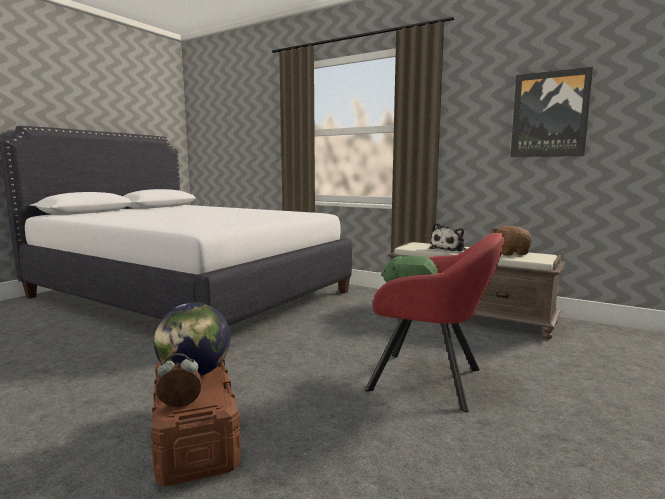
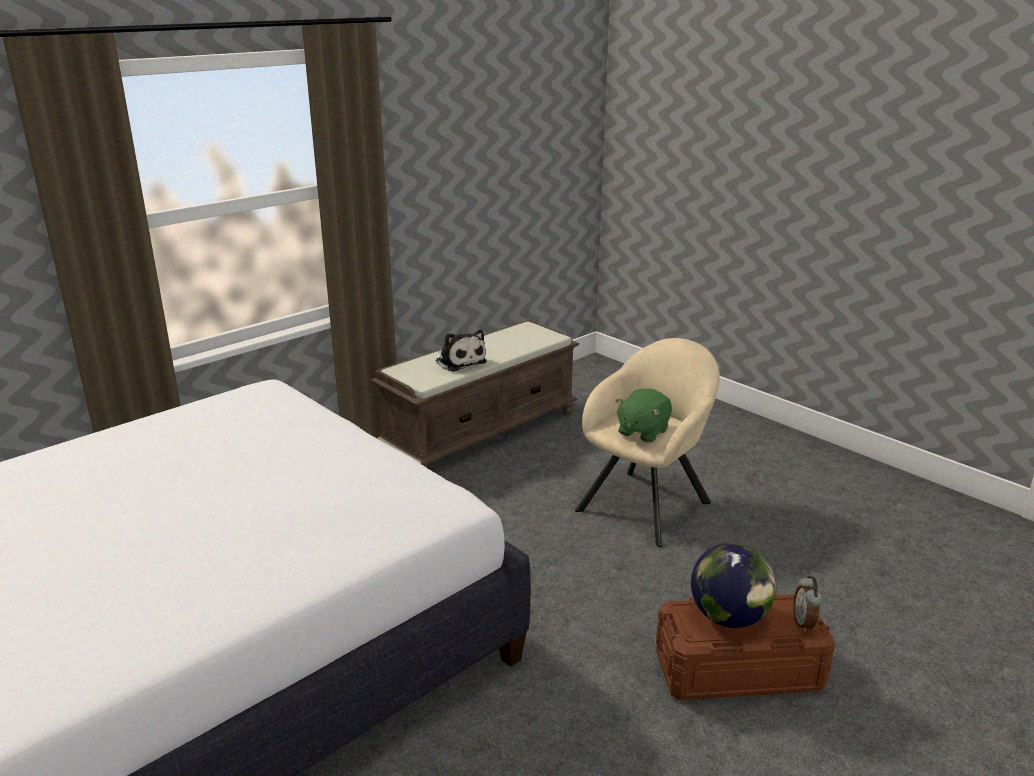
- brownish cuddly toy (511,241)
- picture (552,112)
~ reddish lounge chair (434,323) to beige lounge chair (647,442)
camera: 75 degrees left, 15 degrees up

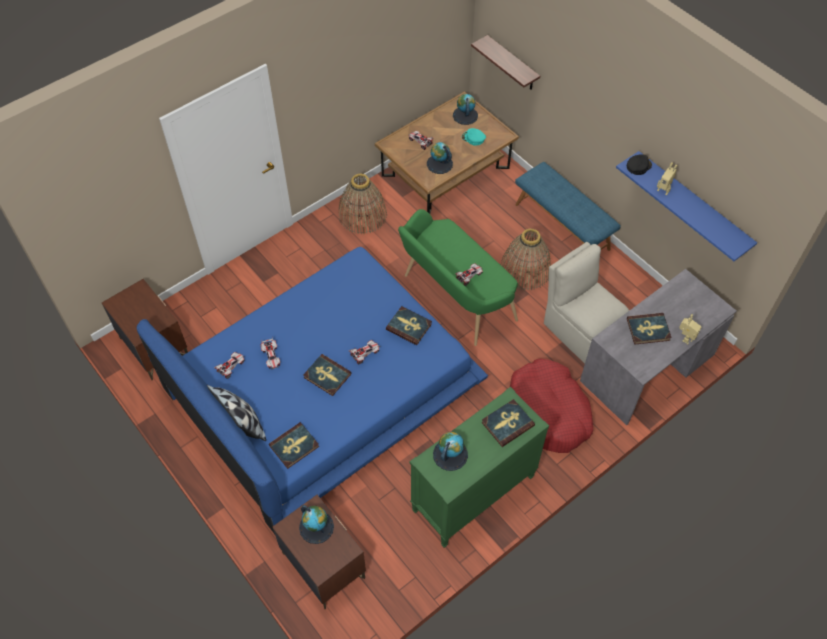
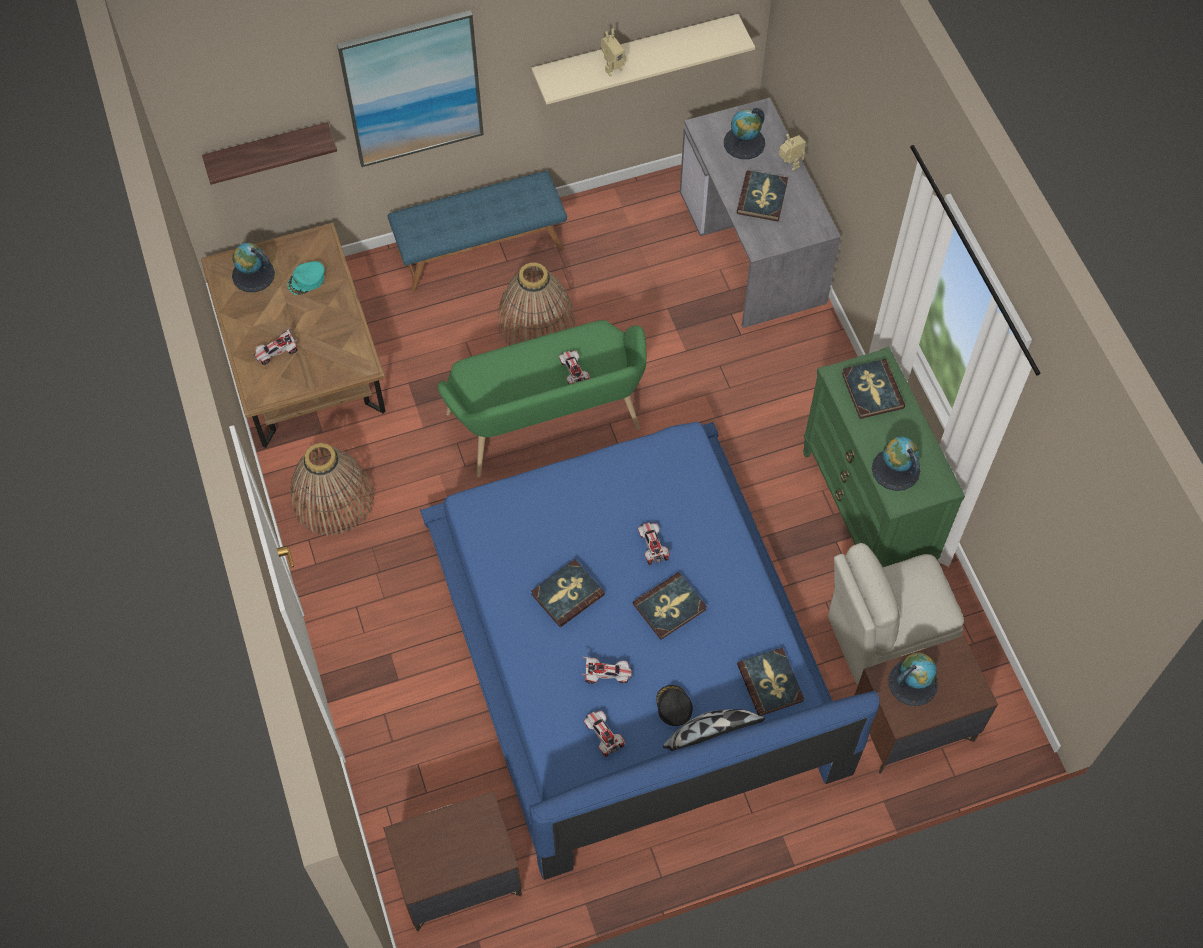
- reddish dog cushion (551,405)
+ picture (410,88)
~ book (409,325) to (568,593)
~ desk globe (440,158) to (744,133)
~ beige upright chair (586,302) to (896,613)
~ blackish baseball cap (639,165) to (674,705)
~ blue-coloured bracket shelf (686,206) to beige bracket shelf (643,59)
camera: 70 degrees left, 5 degrees up

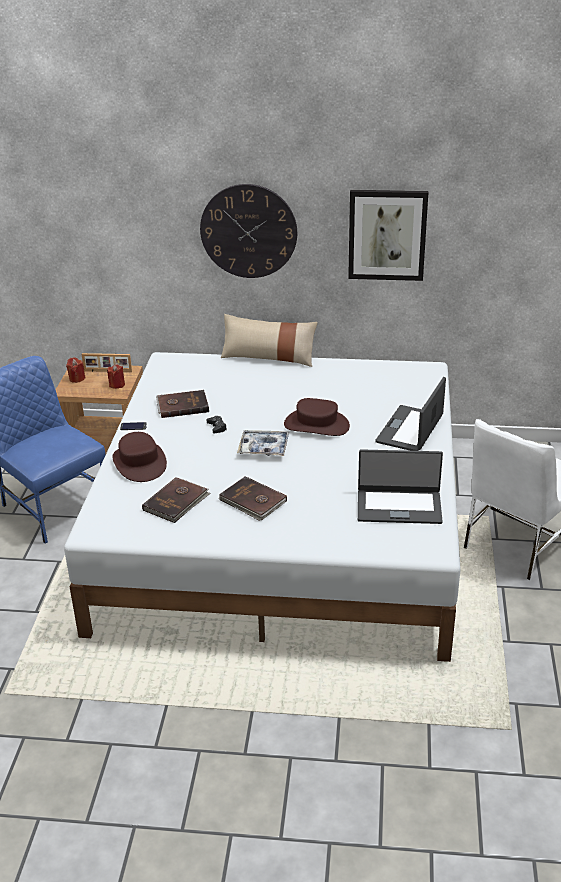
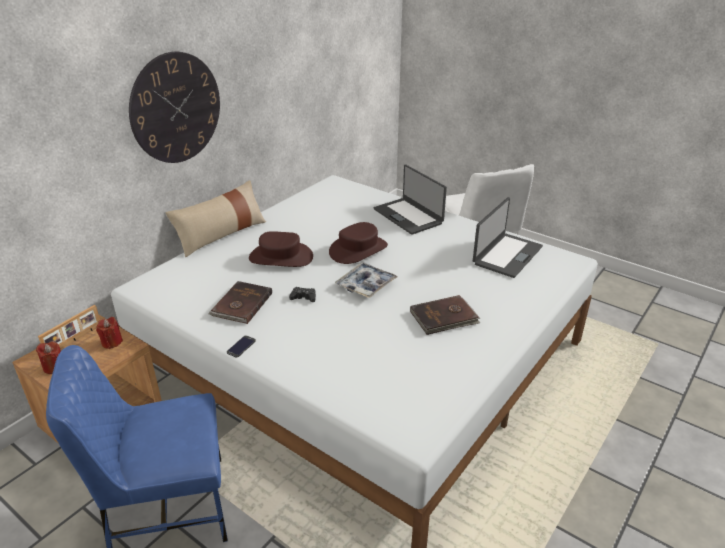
- brownish book (176,500)
- picture (388,235)
~ brownish wearable hat (139,457) to (281,249)
camera: 60 degrees left, 0 degrees up

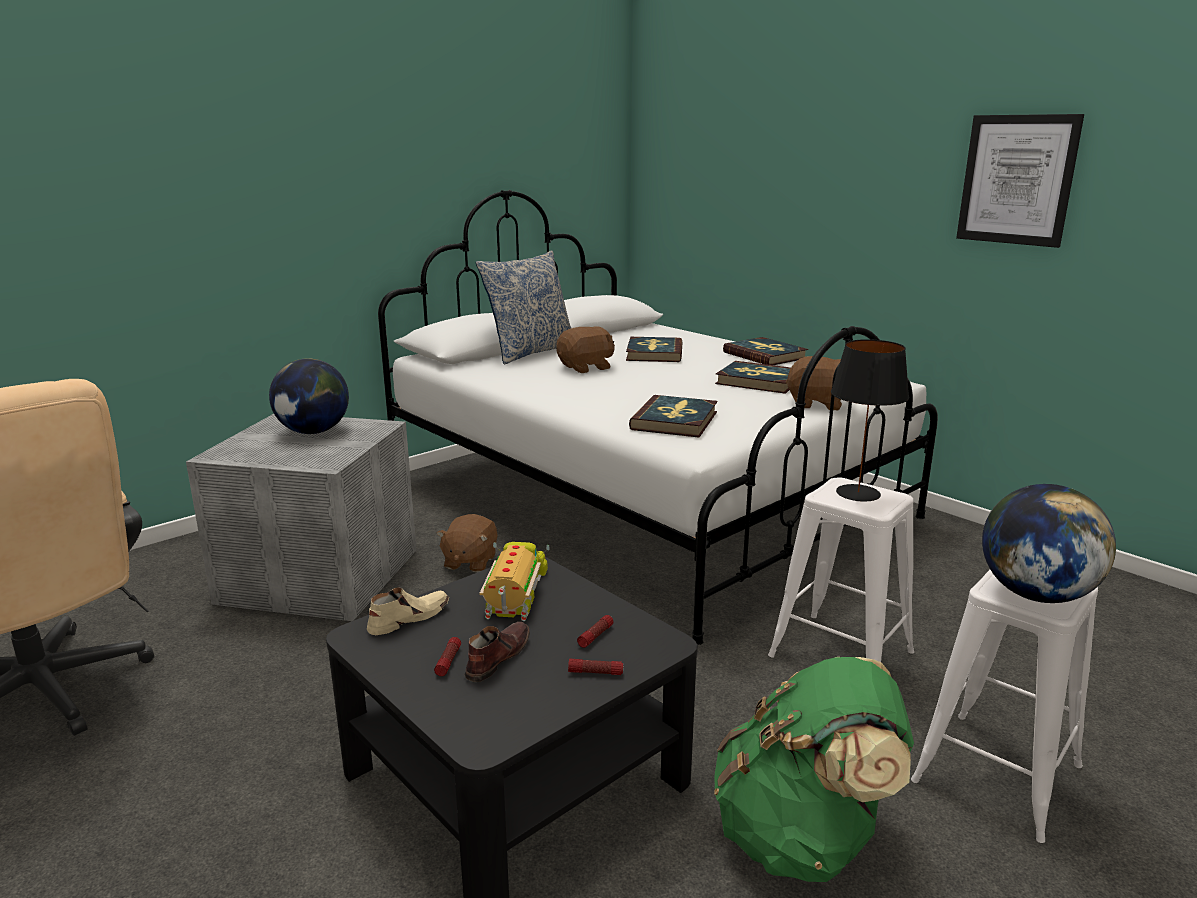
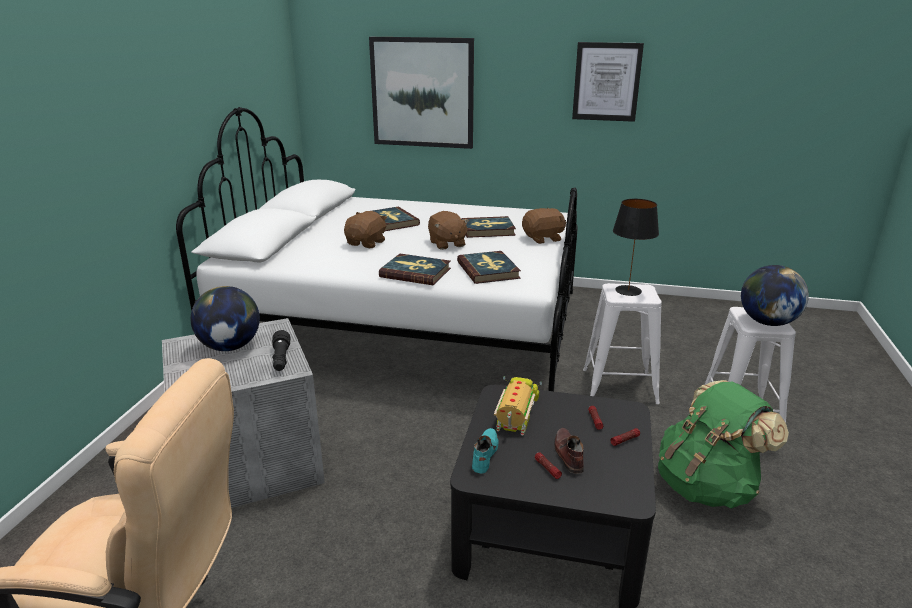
- pillow (523,307)
+ blackish torch (281,350)
+ picture (421,93)
~ brownish cuddly toy (467,543) to (448,230)
~ book (765,351) to (415,269)
~ beige low shoe (408,611) to turquoise-coloured low shoe (485,451)
~ model truck (514,581) = (518,405) 45 degrees clockwise
camera: 35 degrees left, 5 degrees up

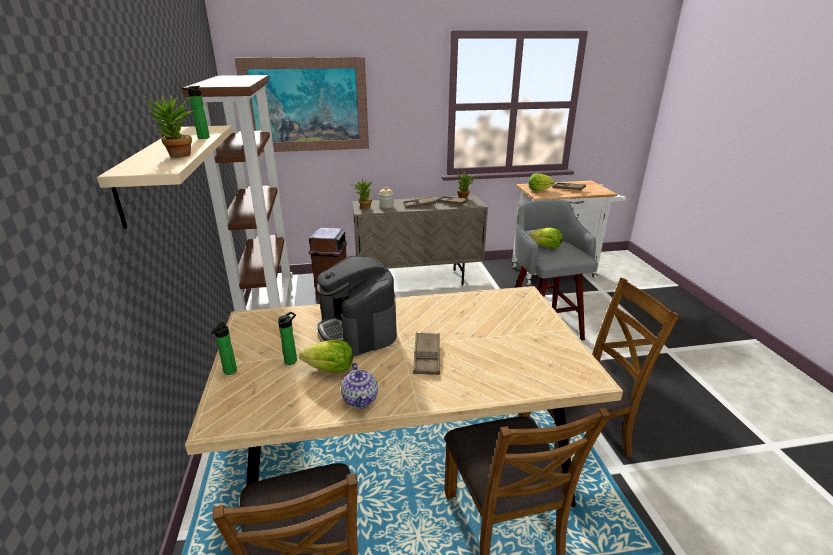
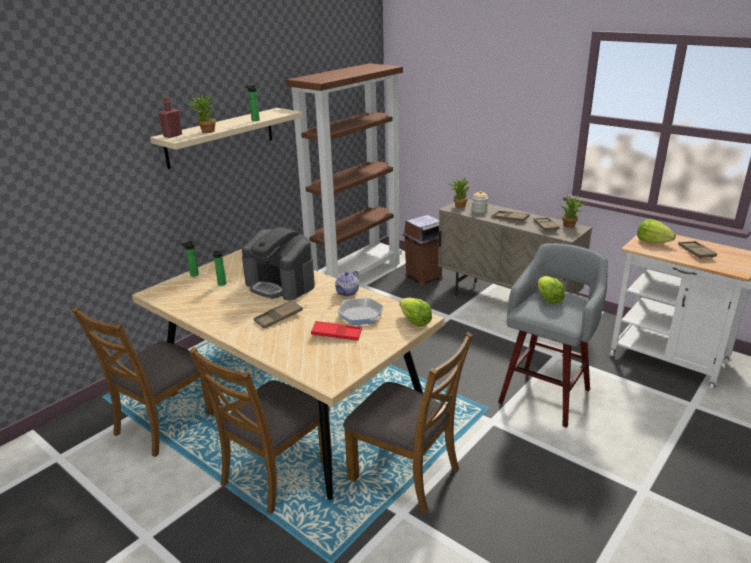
- picture (301,104)
+ reddish bottle (170,117)
+ reddish tray (336,331)
+ skillet (360,311)
~ lettuce (326,356) to (415,312)
~ teapot (359,386) to (346,283)
~ coffee maker (357,306) = (278,263) 75 degrees counterclockwise
camera: 50 degrees right, 0 degrees up

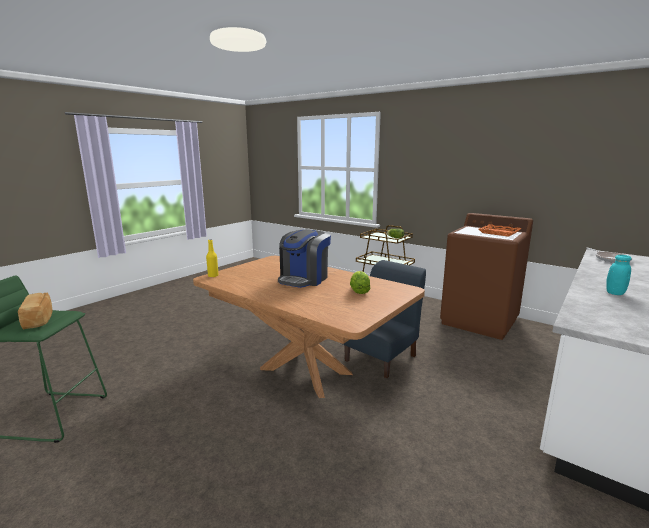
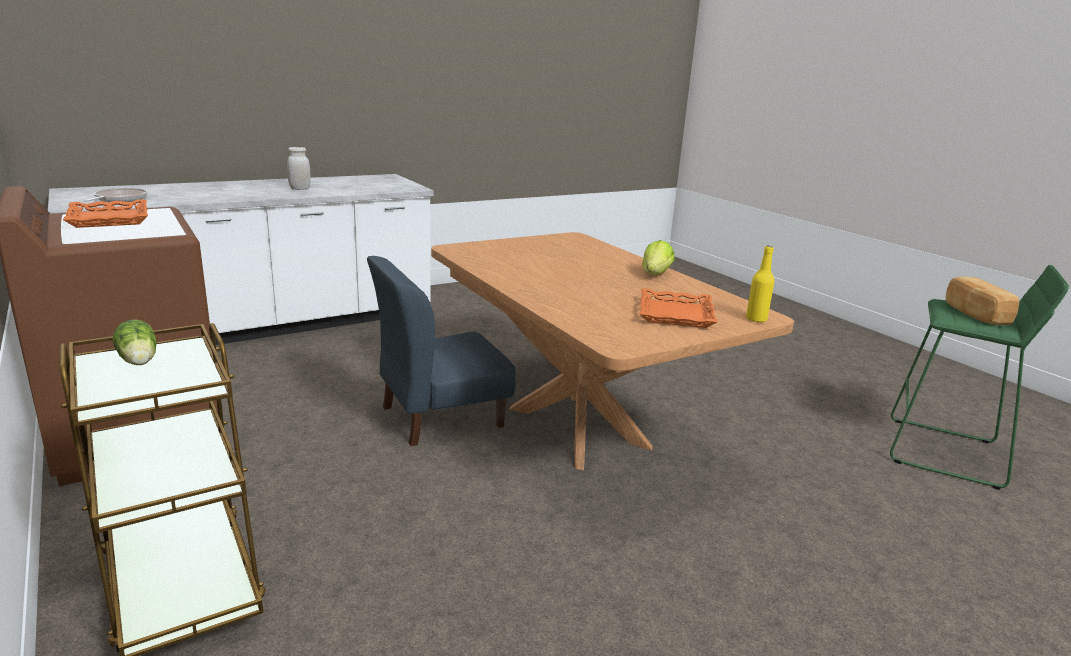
- coffee maker (304,258)
+ orangey tray (679,308)
~ lettuce (360,282) to (658,257)
~ turquoise-coloured preserve jar (619,275) to whitish preserve jar (299,168)
camera: 160 degrees left, 5 degrees up

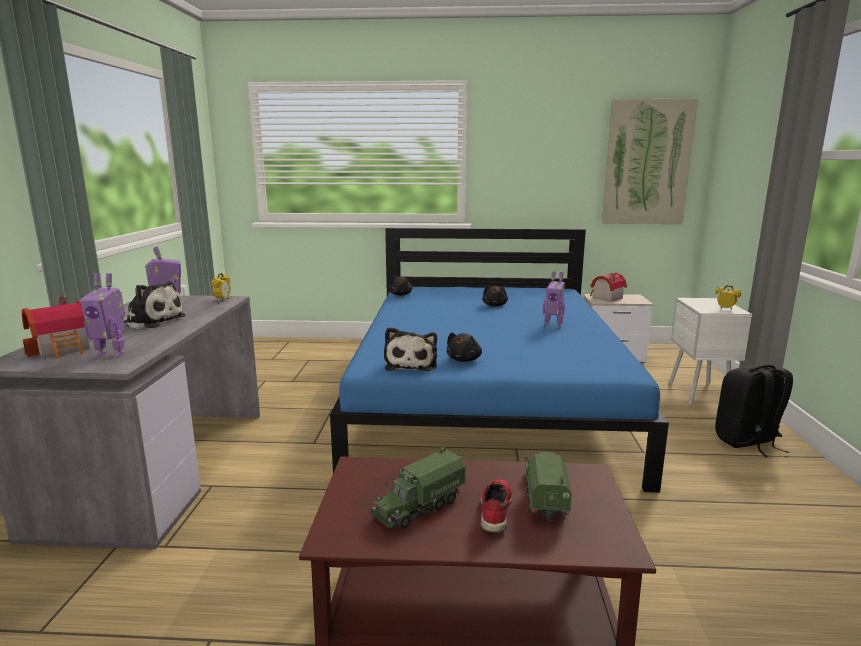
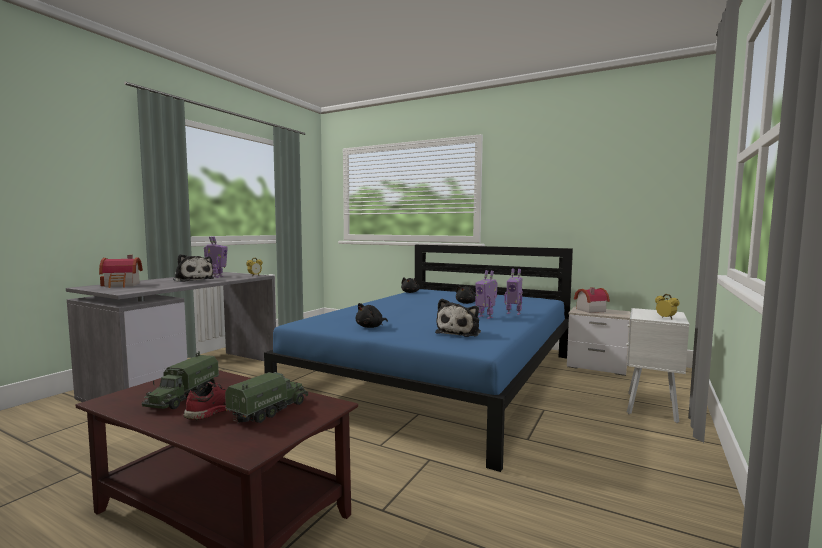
- picture (650,161)
- blackish backpack (754,410)
~ model robot (103,315) to (513,291)
~ cuddly toy (410,349) to (458,318)
~ model truck (418,487) = (180,380) 60 degrees counterclockwise
camera: 25 degrees right, 10 degrees down

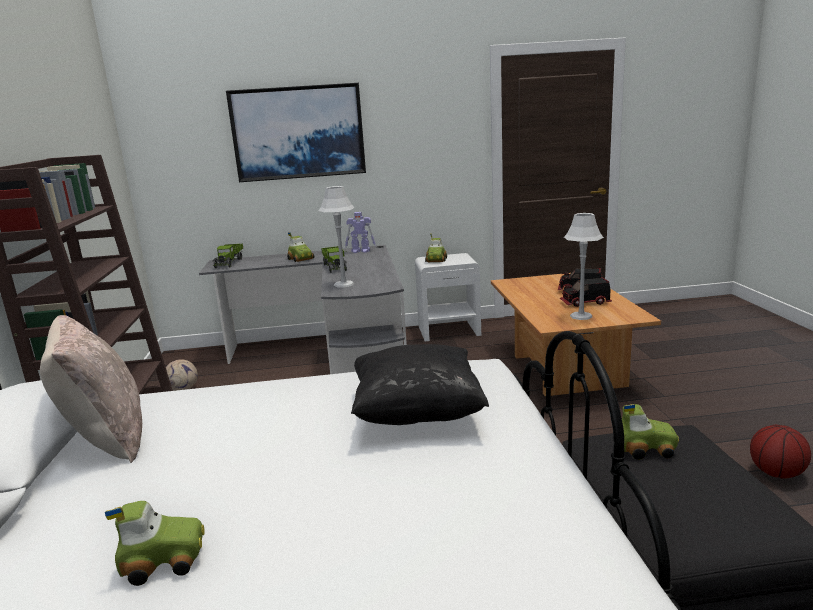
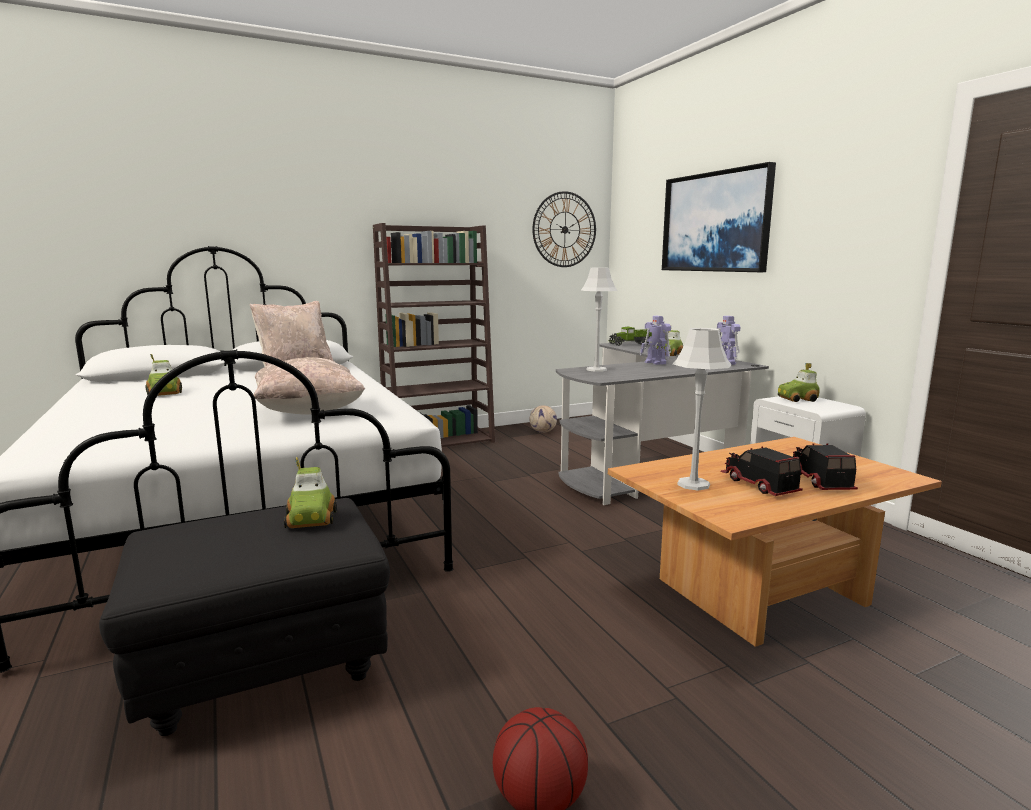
+ hanging clock (564,229)
~ model truck (334,259) to model robot (655,340)
~ blackish pillow (420,384) to beige pillow (309,385)
camera: 70 degrees right, 5 degrees down

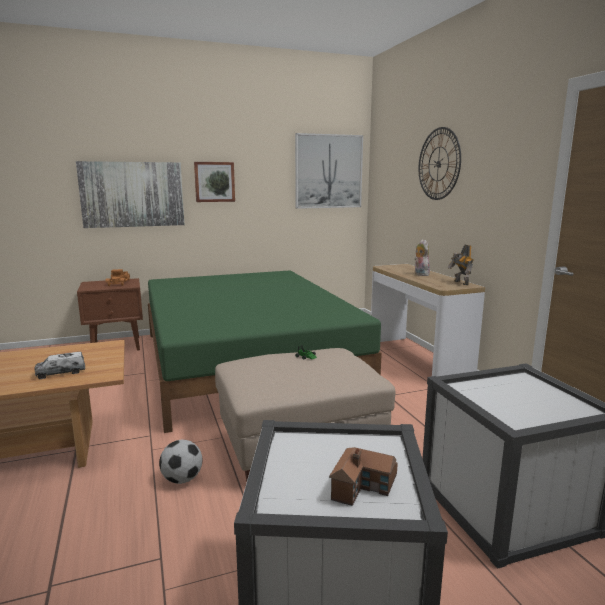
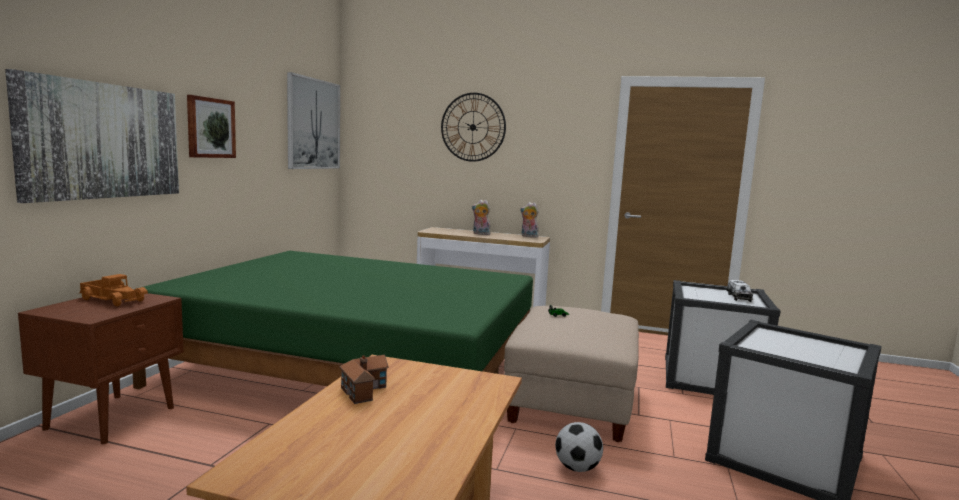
~ model truck (59,365) to (740,291)
~ miniature house (363,476) to (364,379)
~ model robot (460,265) to cuddly toy (529,219)
camera: 55 degrees left, 5 degrees down

